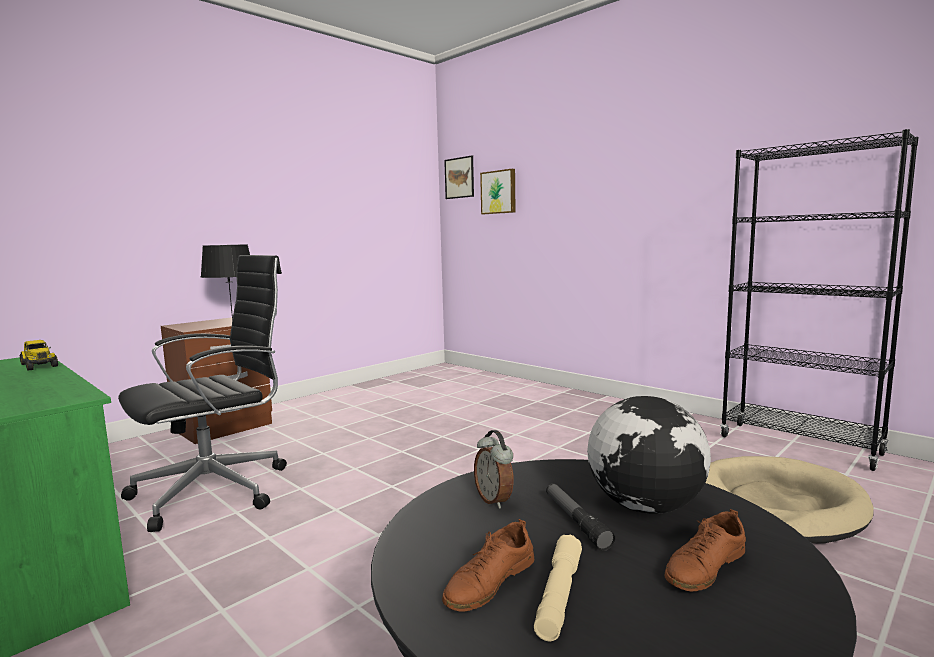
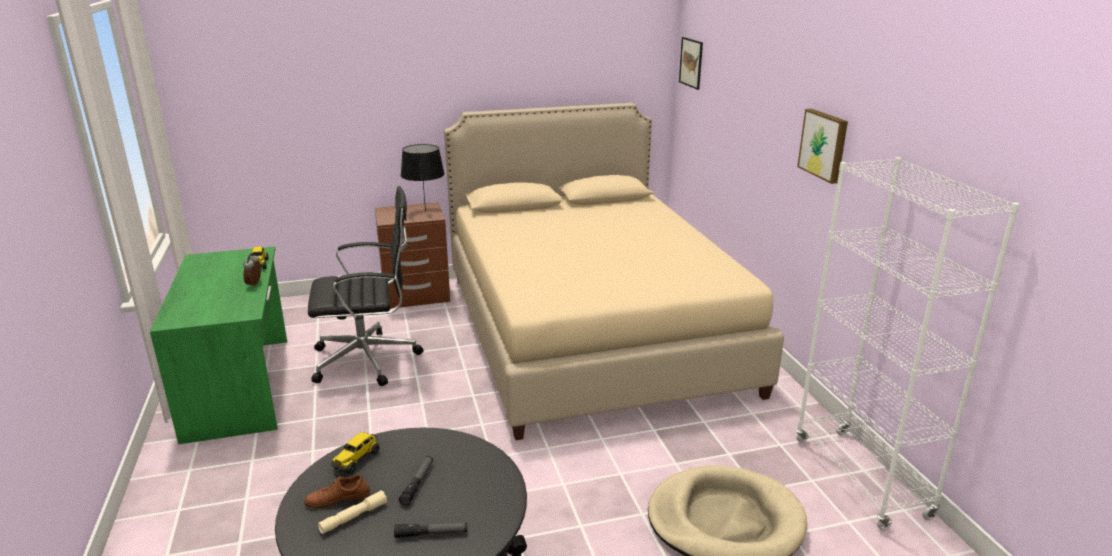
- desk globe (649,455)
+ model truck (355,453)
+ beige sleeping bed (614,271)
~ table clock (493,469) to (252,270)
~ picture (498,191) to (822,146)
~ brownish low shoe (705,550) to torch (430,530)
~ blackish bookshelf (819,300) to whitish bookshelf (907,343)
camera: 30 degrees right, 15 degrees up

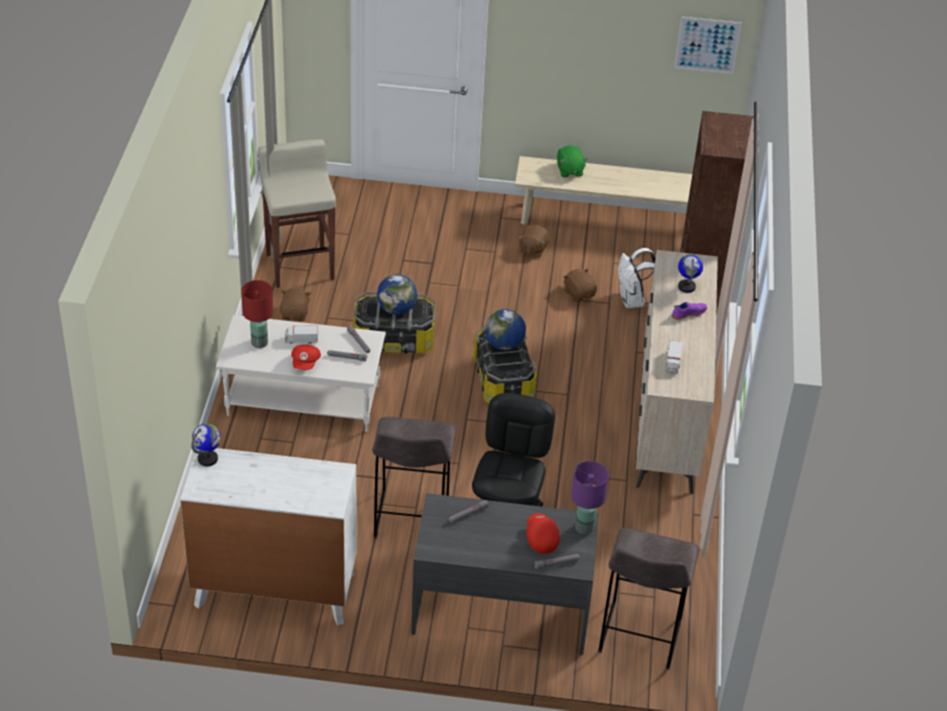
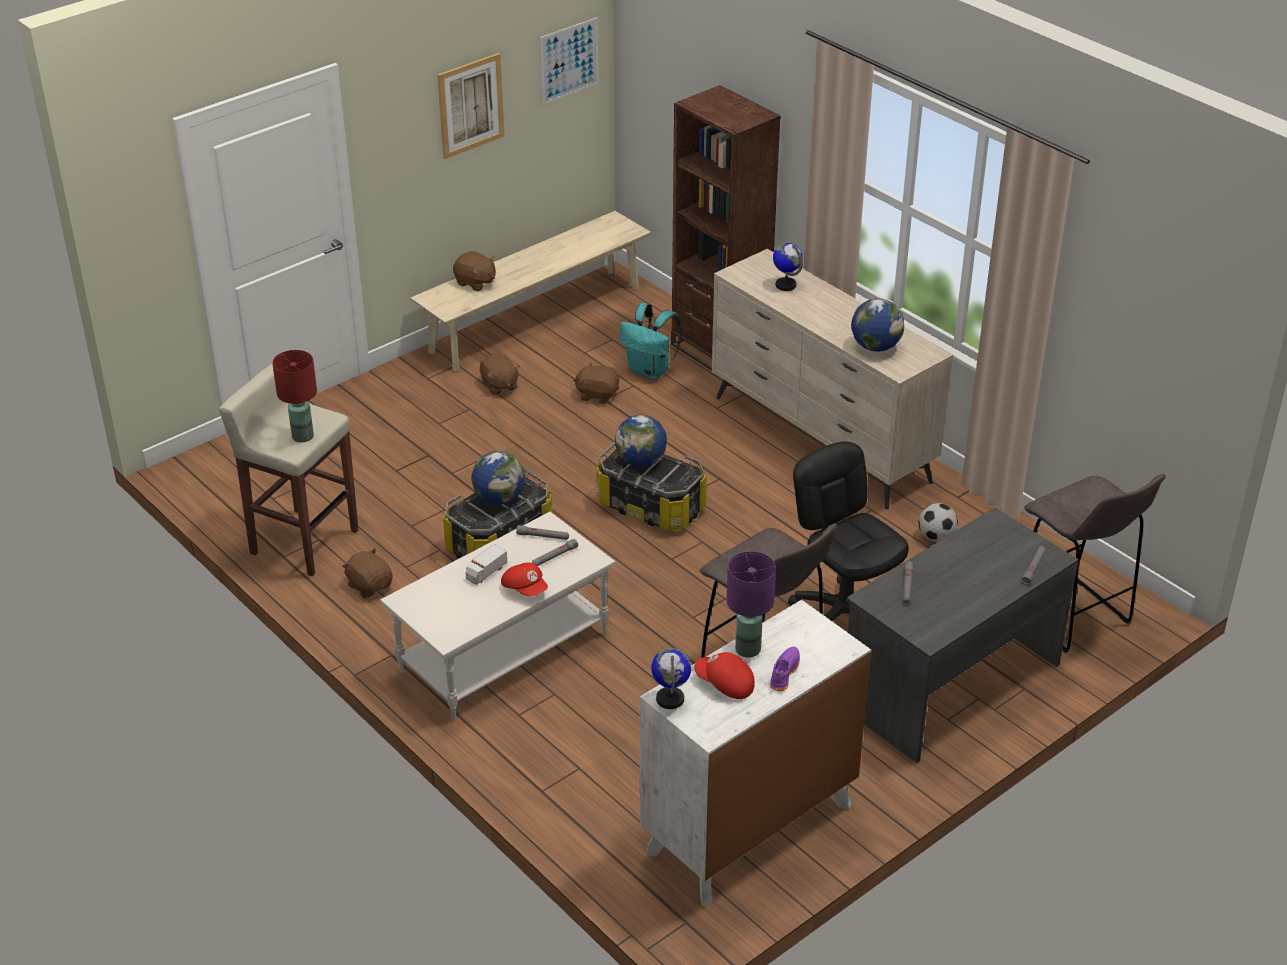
+ picture (470,106)
+ ball for football (938,522)
~ reddish tabletop lamp (257,314) to (294,396)
~ reddish baseball cap (543,533) to (725,675)
~ purplish tabletop lamp (590,498) to (751,604)
~ purplish low shoe (689,311) to (785,669)
~ model truck (674,357) to desk globe (877,325)
~ green-coloured cuddly toy (572,161) to brownish cuddly toy (474,271)
~ whitish backpack (637,278) to turquoise-coloured backpack (651,341)
camera: 45 degrees left, 5 degrees down

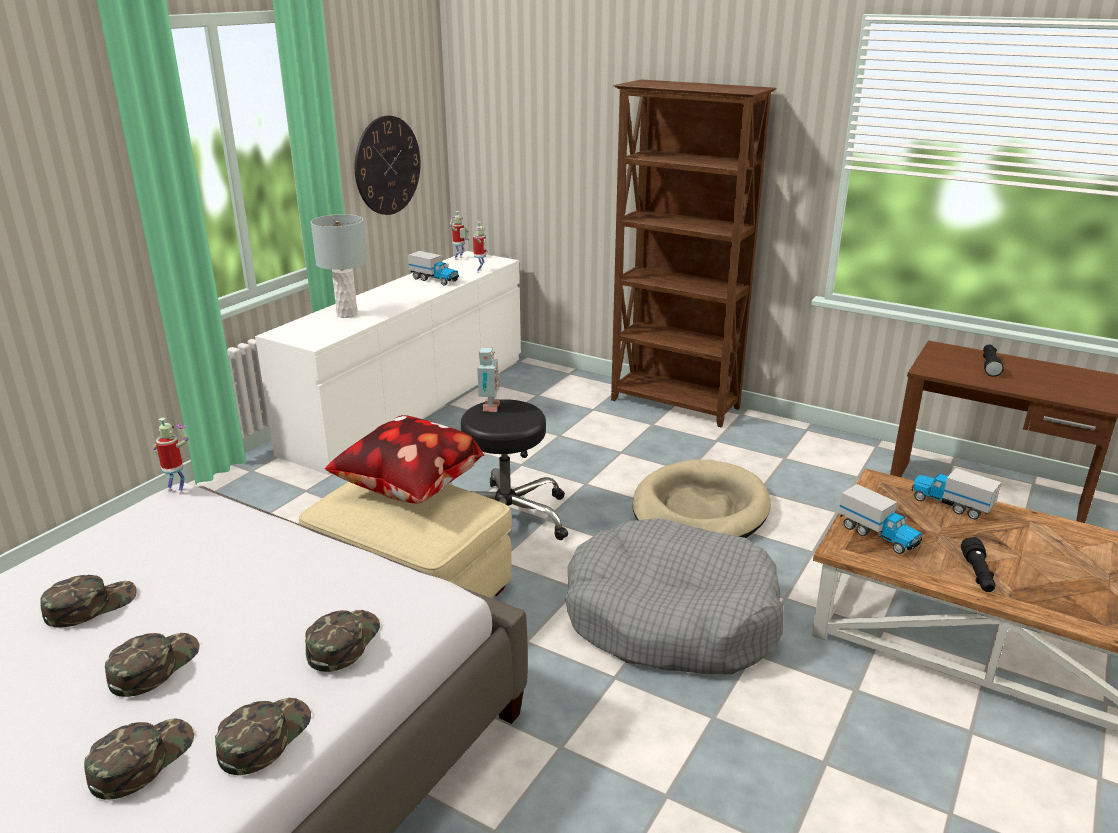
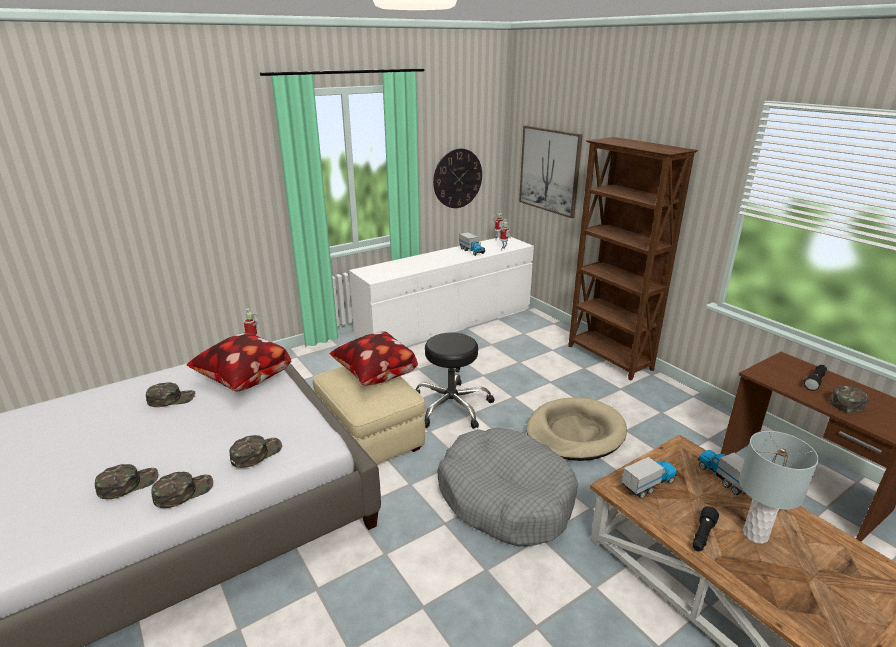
- model robot (489,380)
+ pillow (239,361)
+ picture (551,172)
~ green-coloured baseball cap (152,665) to (849,399)
~ greyish tabletop lamp (339,266) to (779,487)
~ model truck (880,519) = (649,477) 105 degrees counterclockwise
camera: 25 degrees right, 0 degrees up

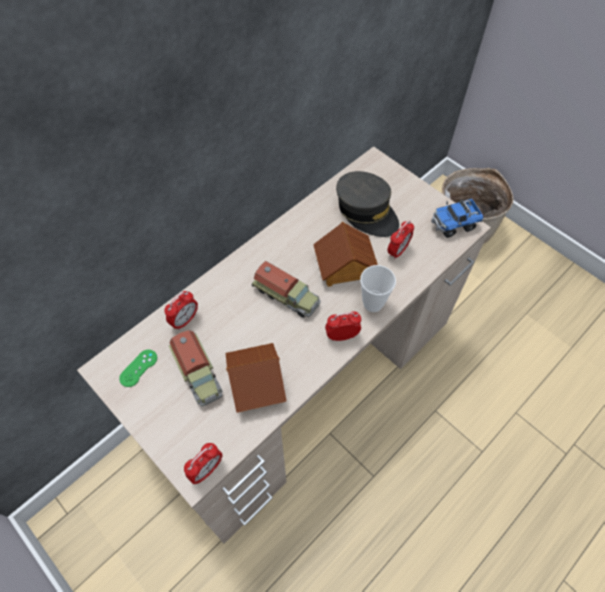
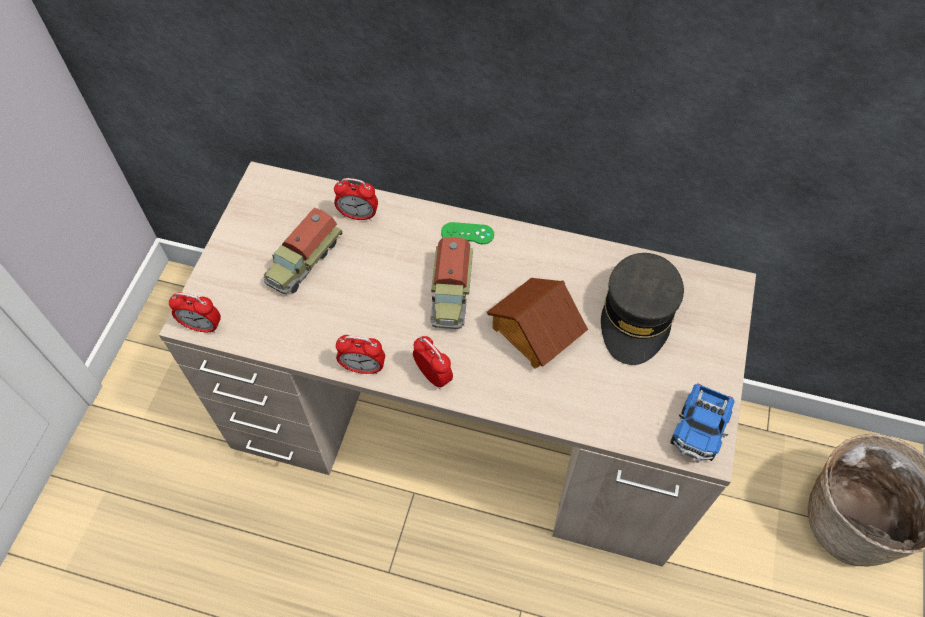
- miniature house (256,378)
- cup (378,288)
~ green-coloured gamepad (138,368) to (467,233)
~ table clock (400,240) to (360,354)
~ model truck (457,218) = (703,423) 105 degrees counterclockwise
camera: 60 degrees right, 0 degrees up

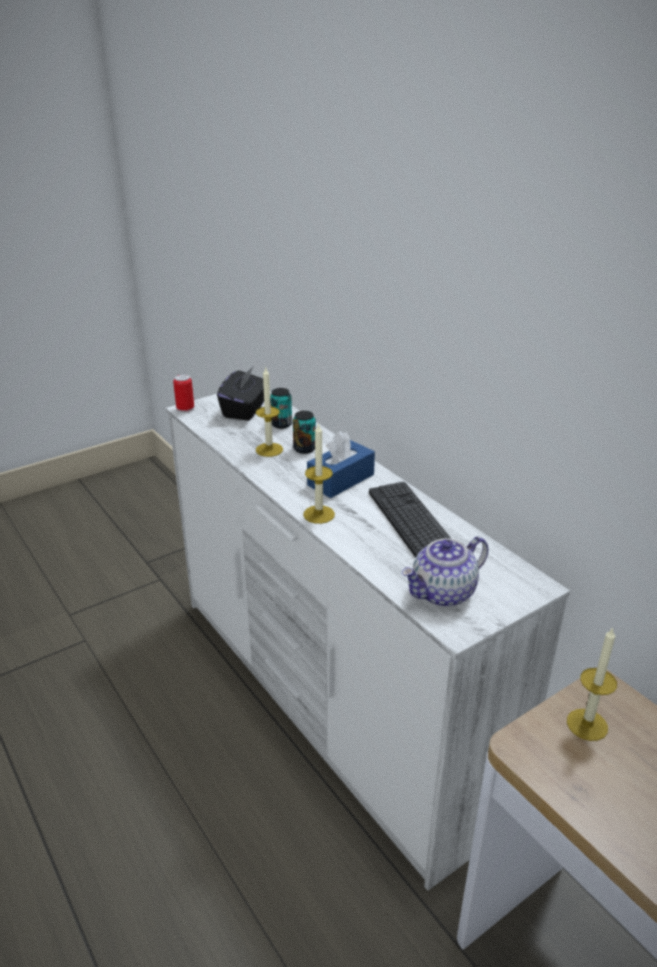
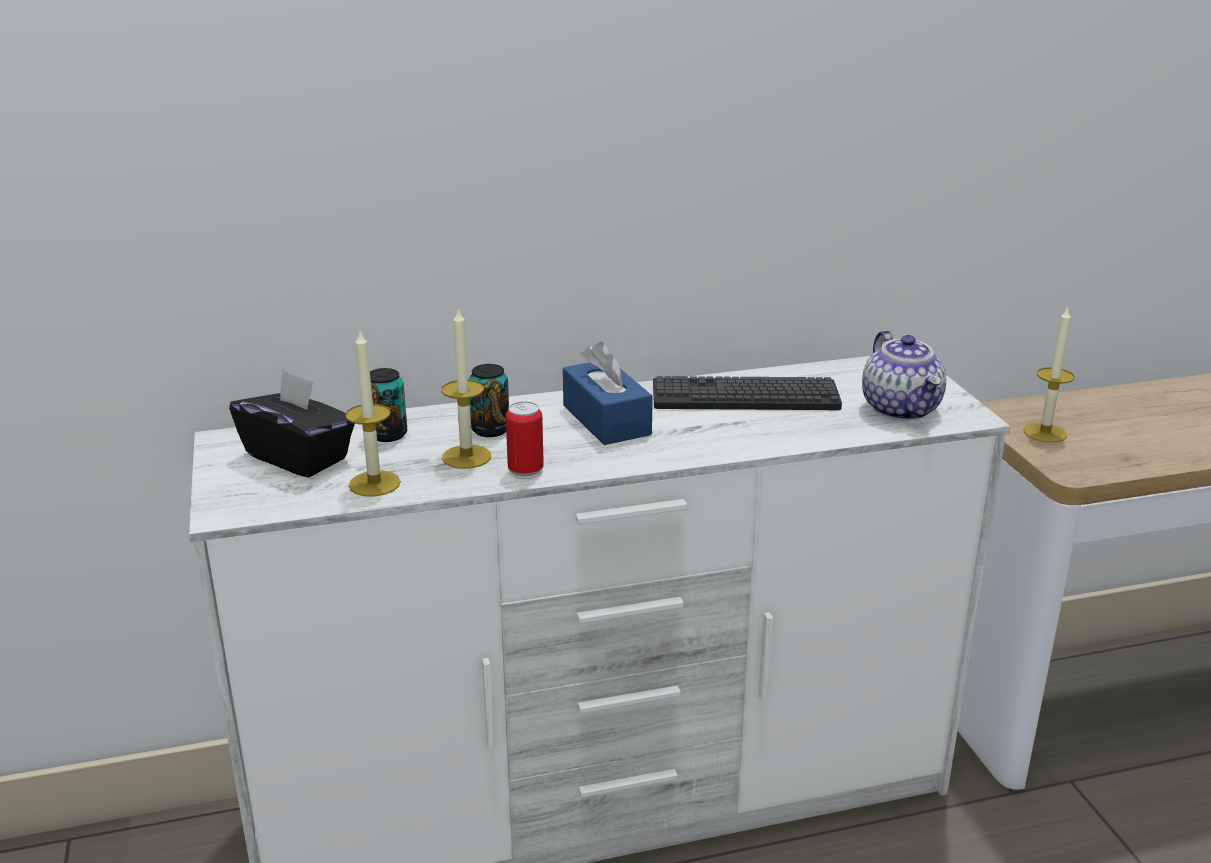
~ sealed can (183,393) to (525,440)
~ candle (319,473) to (373,414)
camera: 70 degrees left, 5 degrees down

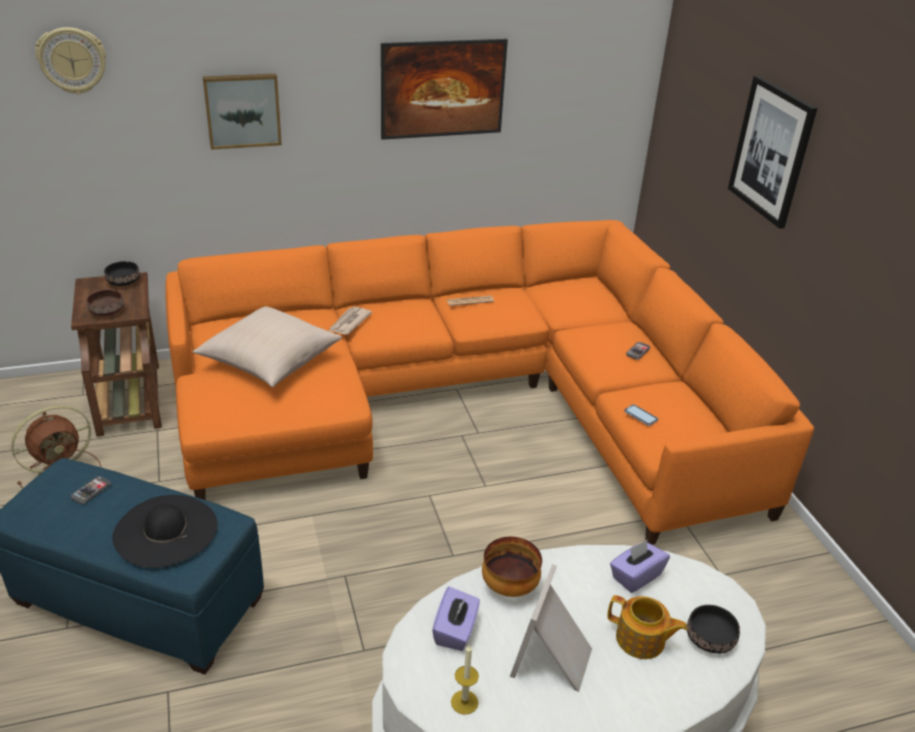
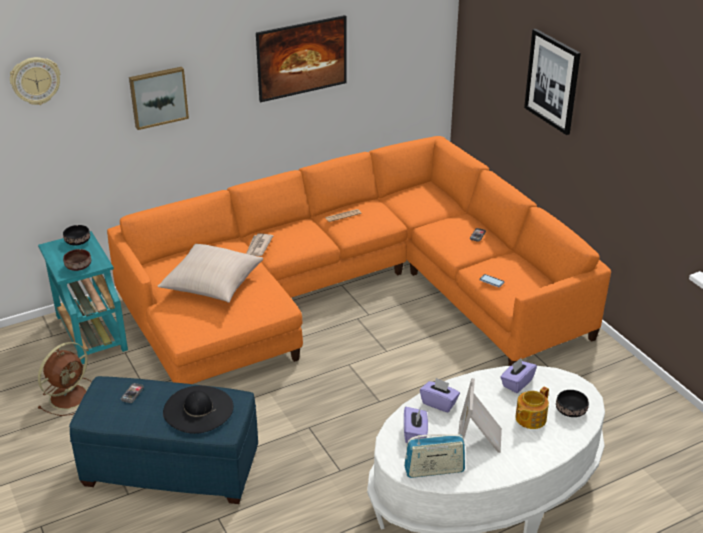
~ candle (465,679) to radio (434,456)
~ bowl (512,567) to purplish tissue holder (440,395)
~ brownish side table (116,354) to turquoise-coloured side table (83,297)
~ teapot (647,627) = (532,408) 120 degrees clockwise
camera: 10 degrees left, 0 degrees up

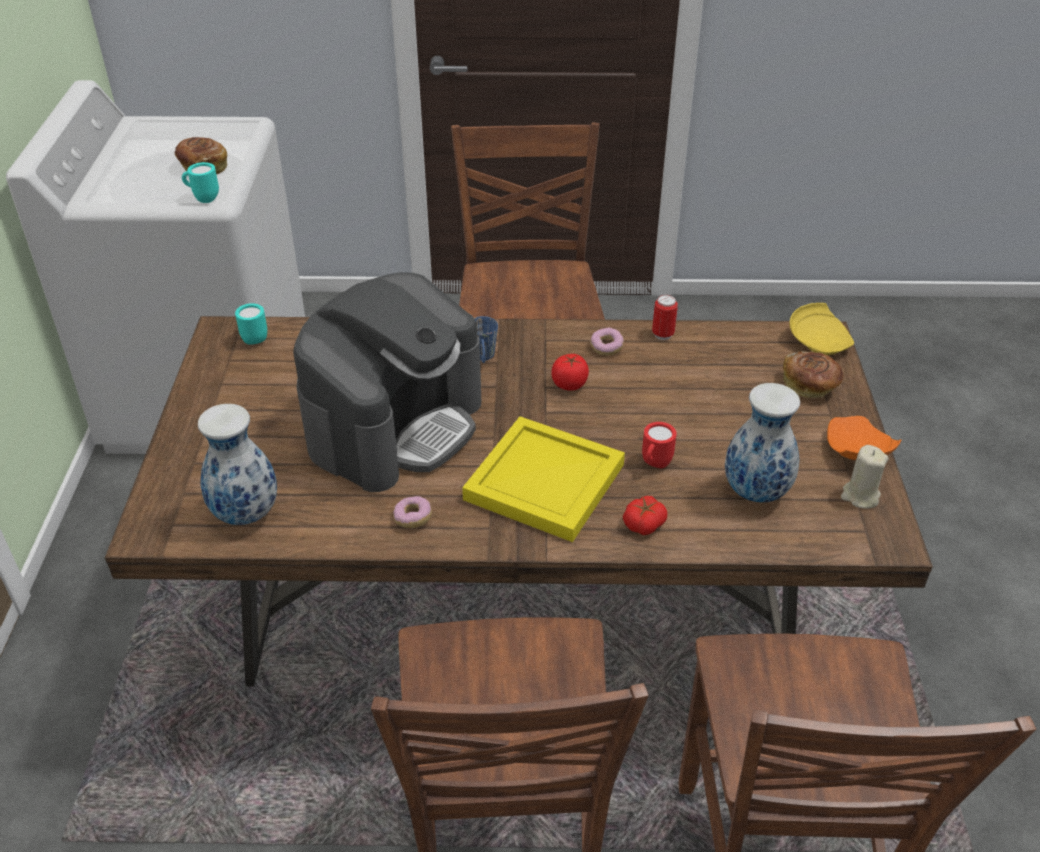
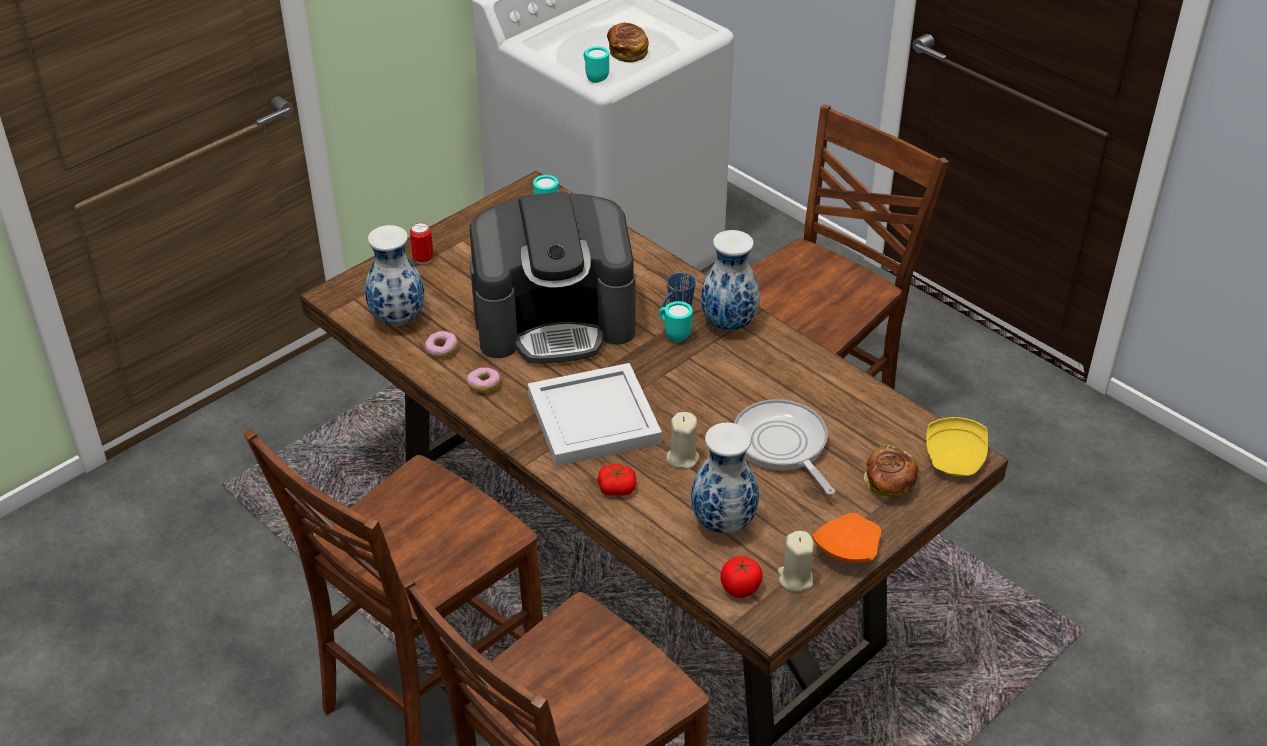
+ turquoise-coloured coffee mug (676,321)
+ vase (730,280)
+ skillet (784,447)
~ tomato (570,372) to (741,577)
~ donut (607,342) to (441,344)
~ sealed can (665,317) to (422,243)
~ reddish coffee mug (659,445) to beige candle (682,440)
~ yellowish tray (543,479) to whitish tray (595,414)
camera: 45 degrees right, 0 degrees up

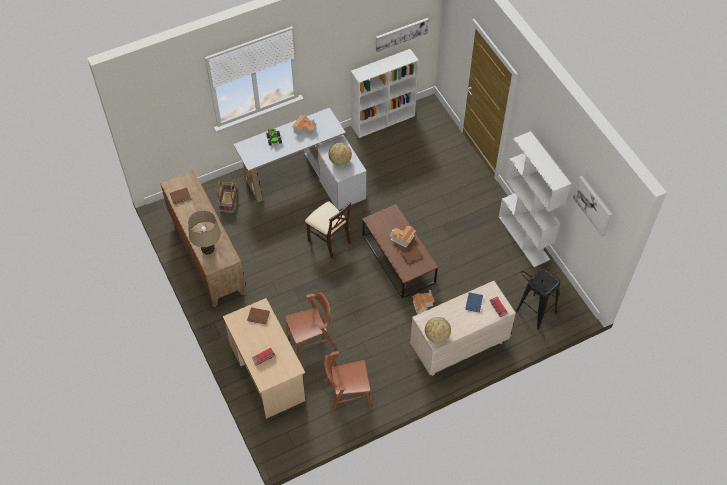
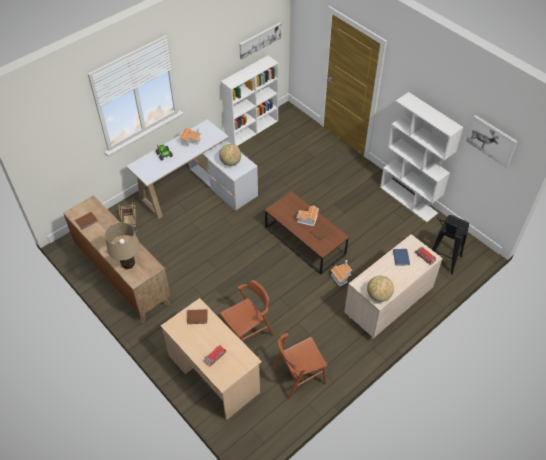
- beige upright chair (328,230)
camera: 15 degrees left, 5 degrees down

